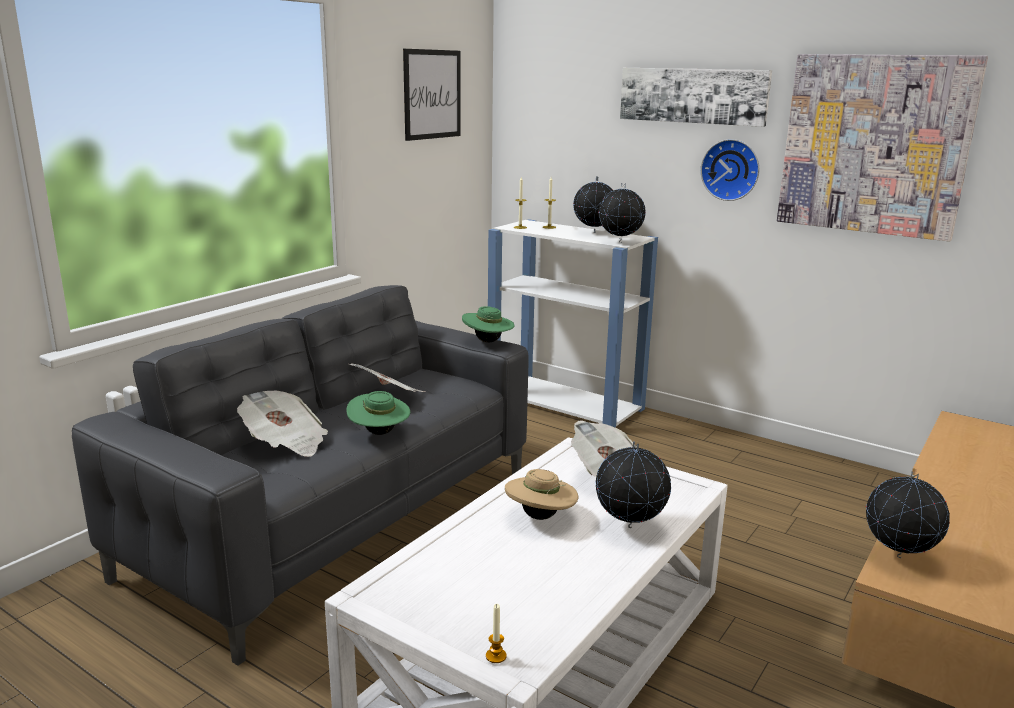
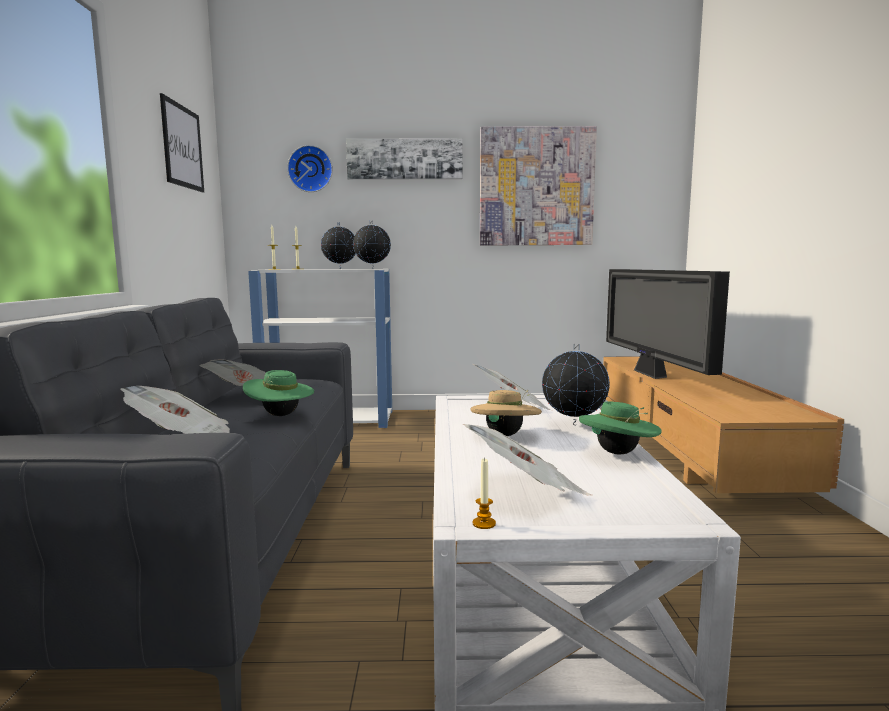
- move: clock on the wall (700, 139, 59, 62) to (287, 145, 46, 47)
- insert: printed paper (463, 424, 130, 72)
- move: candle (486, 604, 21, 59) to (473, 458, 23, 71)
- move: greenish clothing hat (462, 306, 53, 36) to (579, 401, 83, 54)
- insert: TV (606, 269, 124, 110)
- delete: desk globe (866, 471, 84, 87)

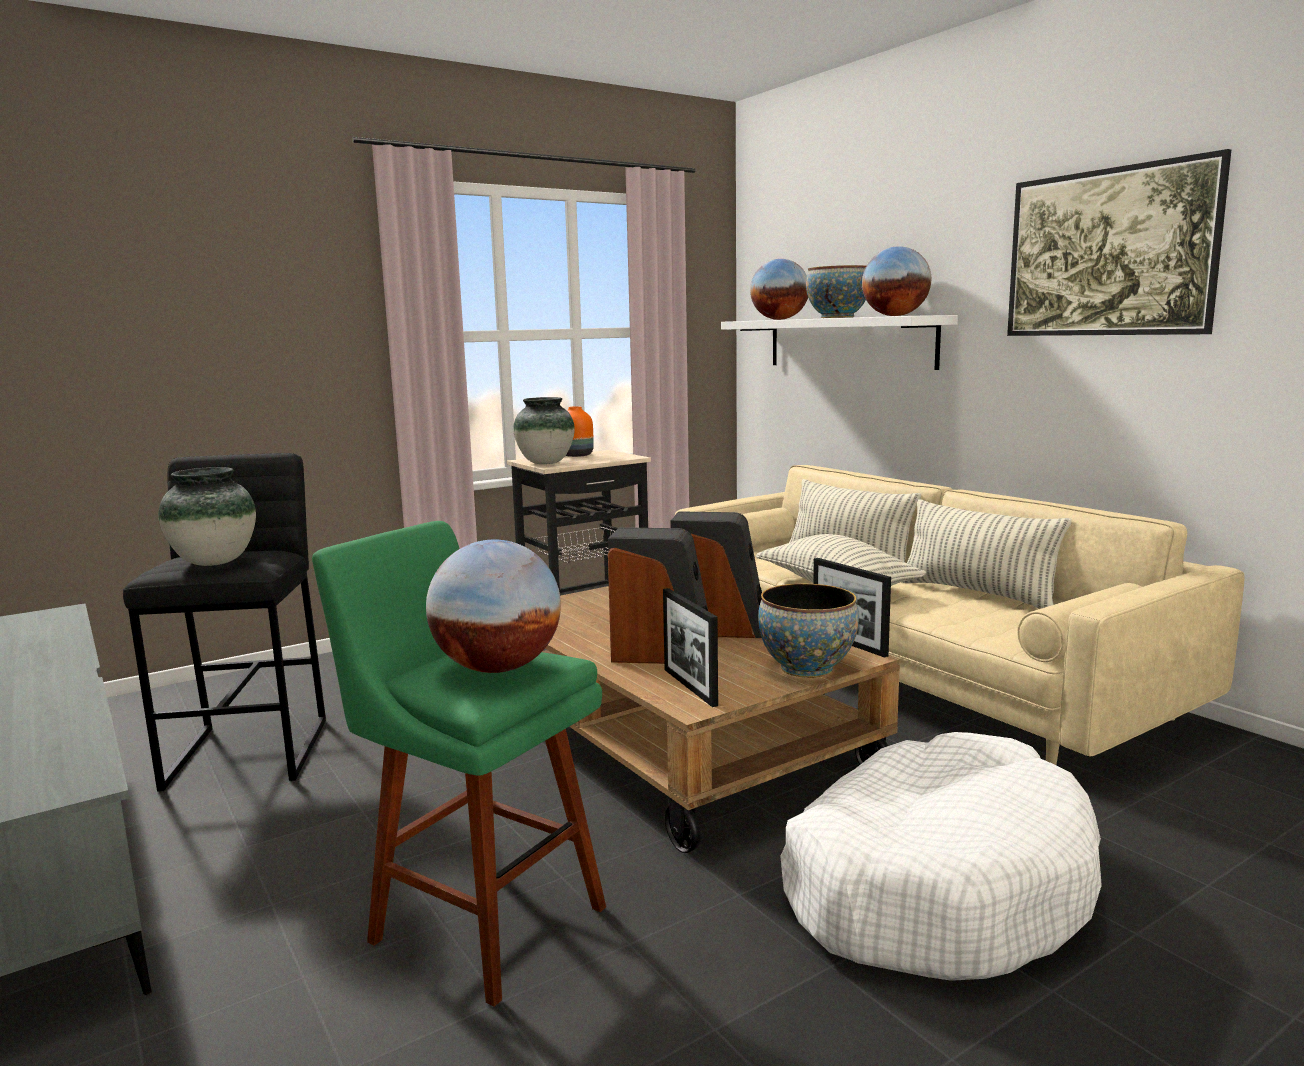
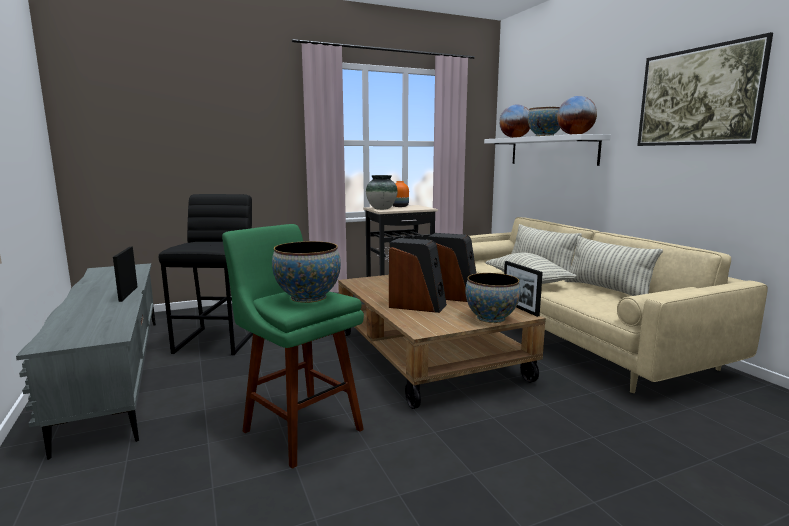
- move: photo frame (663, 588, 55, 119) to (113, 247, 24, 55)
- replace: desk globe (426, 540, 135, 133) to serving bowl (272, 241, 69, 62)
- delete: vase (158, 467, 98, 99)
- delete: white-coloured dog cushion (780, 732, 322, 249)

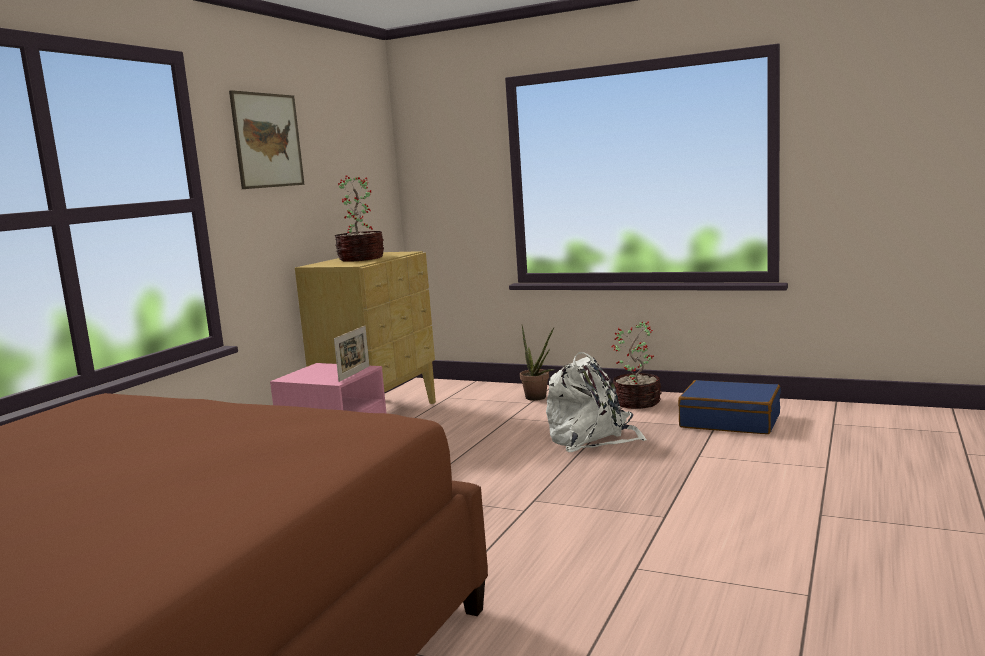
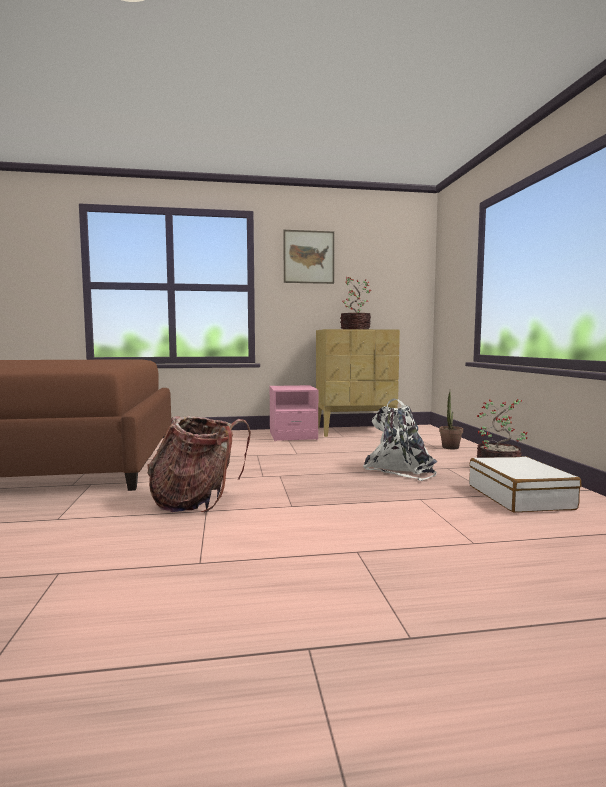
- insert: rucksack (147, 416, 104, 96)
- recolor: blue suitcase (678, 380, 103, 54) to white-coloured suitcase (469, 456, 112, 56)
- delete: photo frame (334, 326, 36, 56)

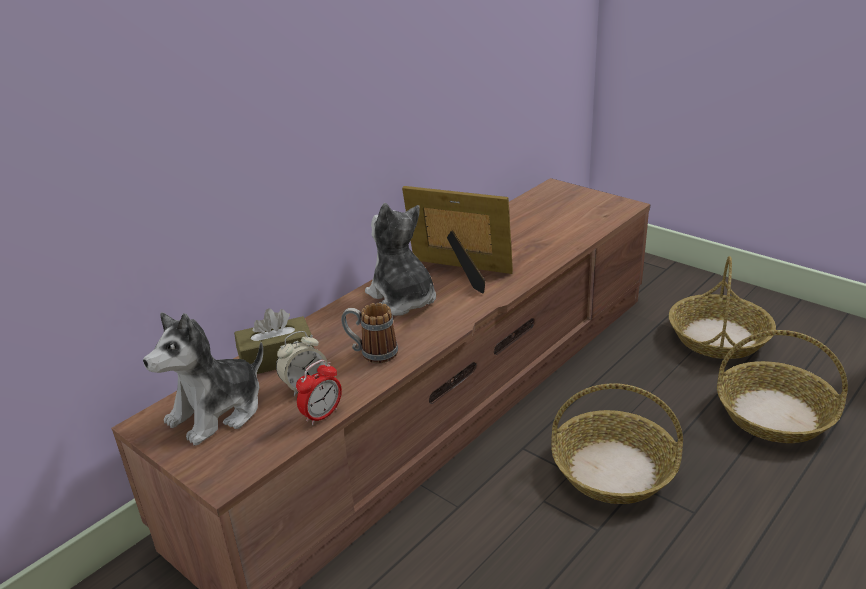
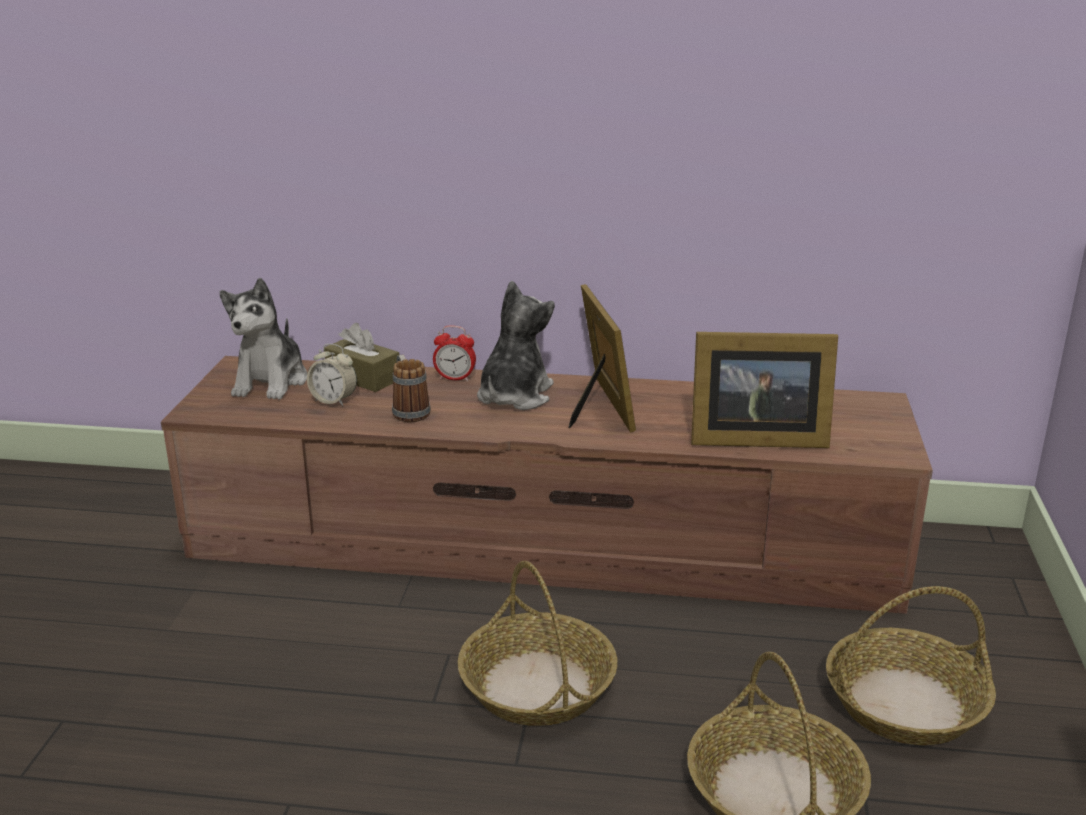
- rotate: cuddly toy (143, 312, 120, 133) = (220, 278, 87, 122) 90 degrees counterclockwise
- move: alarm clock (296, 360, 46, 65) to (433, 326, 43, 55)
- insert: photo frame (691, 332, 147, 116)

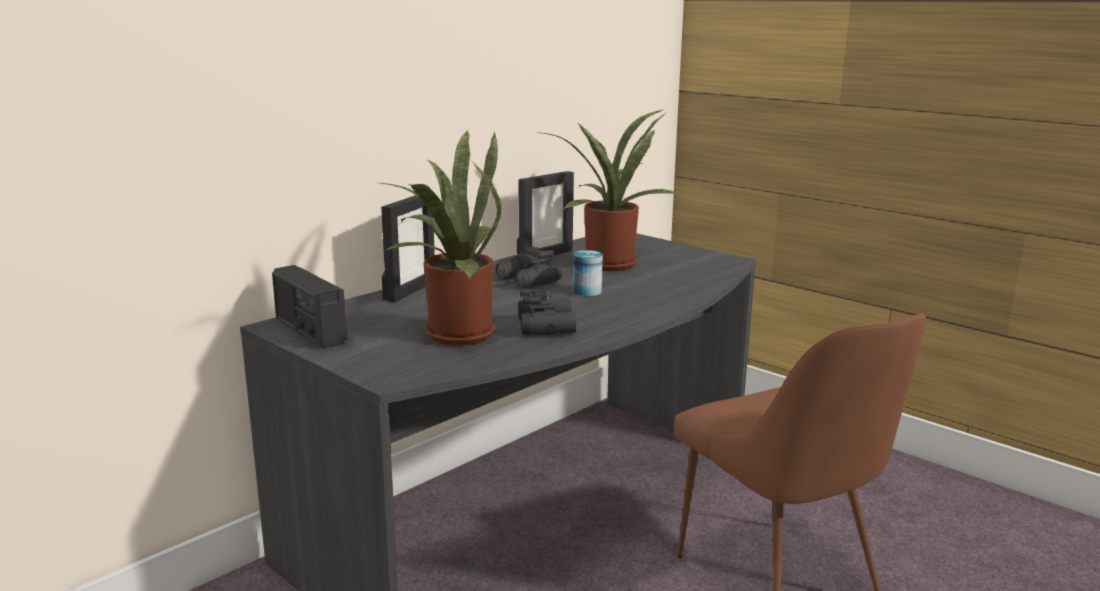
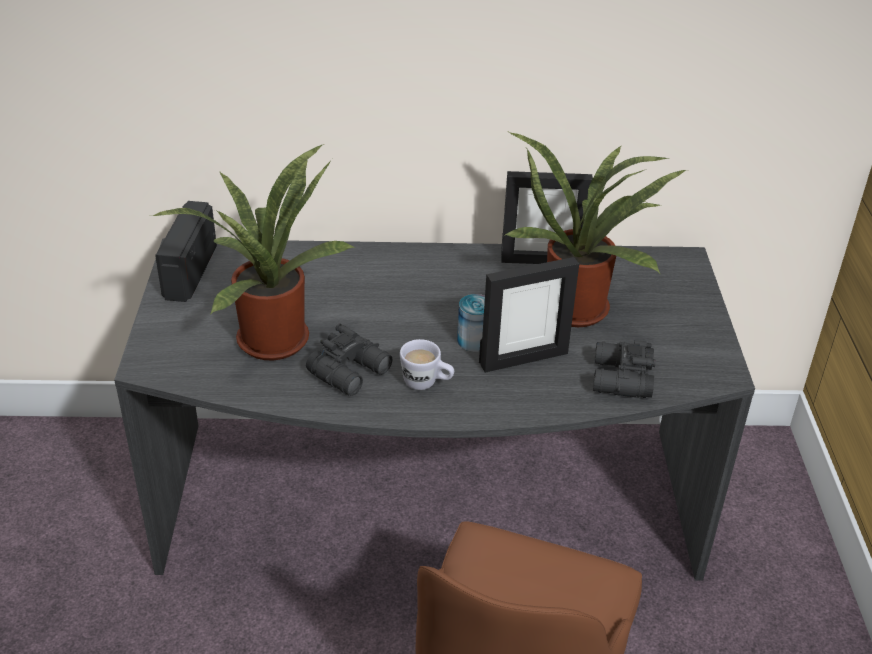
- insert: white-coloured tea mug (400, 339, 54, 51)
- move: photo frame (381, 195, 54, 107) to (479, 257, 100, 116)
- move: black field glasses (496, 247, 66, 41) to (593, 340, 63, 58)

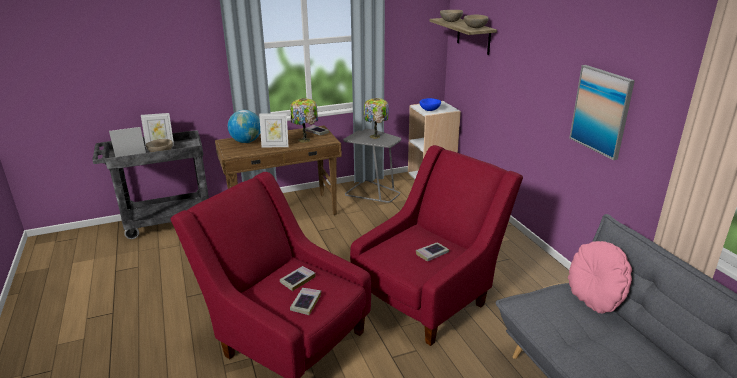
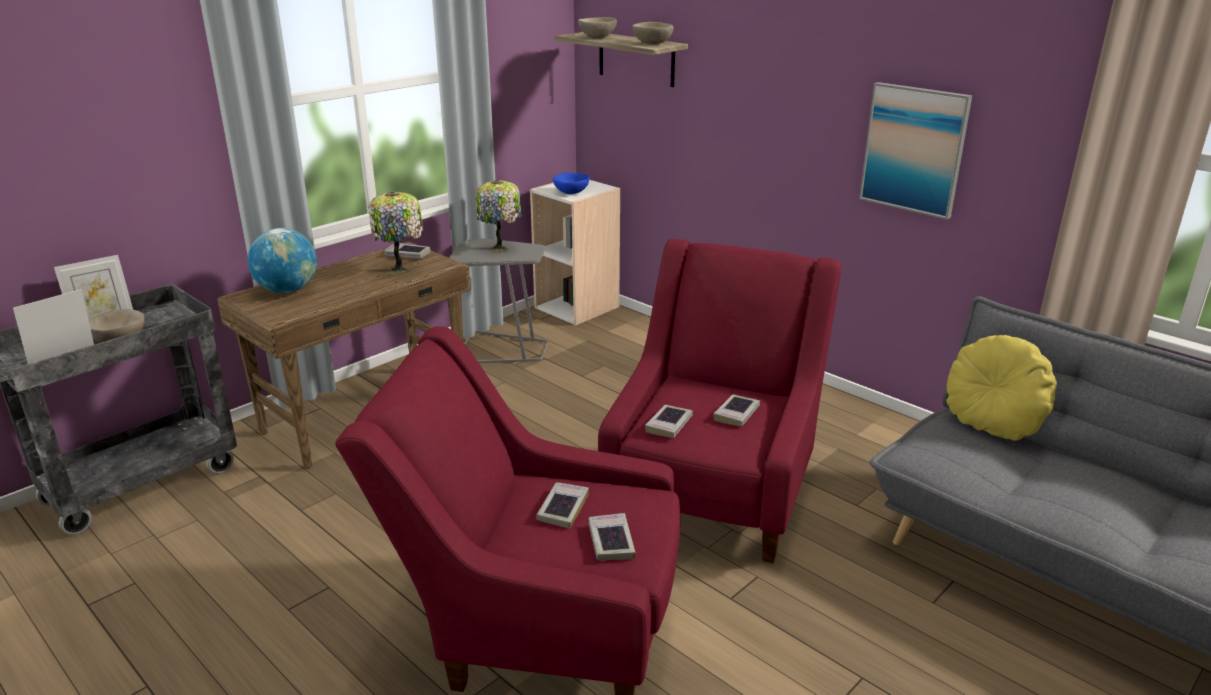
- insert: book (645, 405, 48, 33)
- recolor: pinkish cushion (568, 241, 64, 73) to yellow cushion (946, 335, 111, 106)
- delete: photo frame (259, 113, 30, 34)

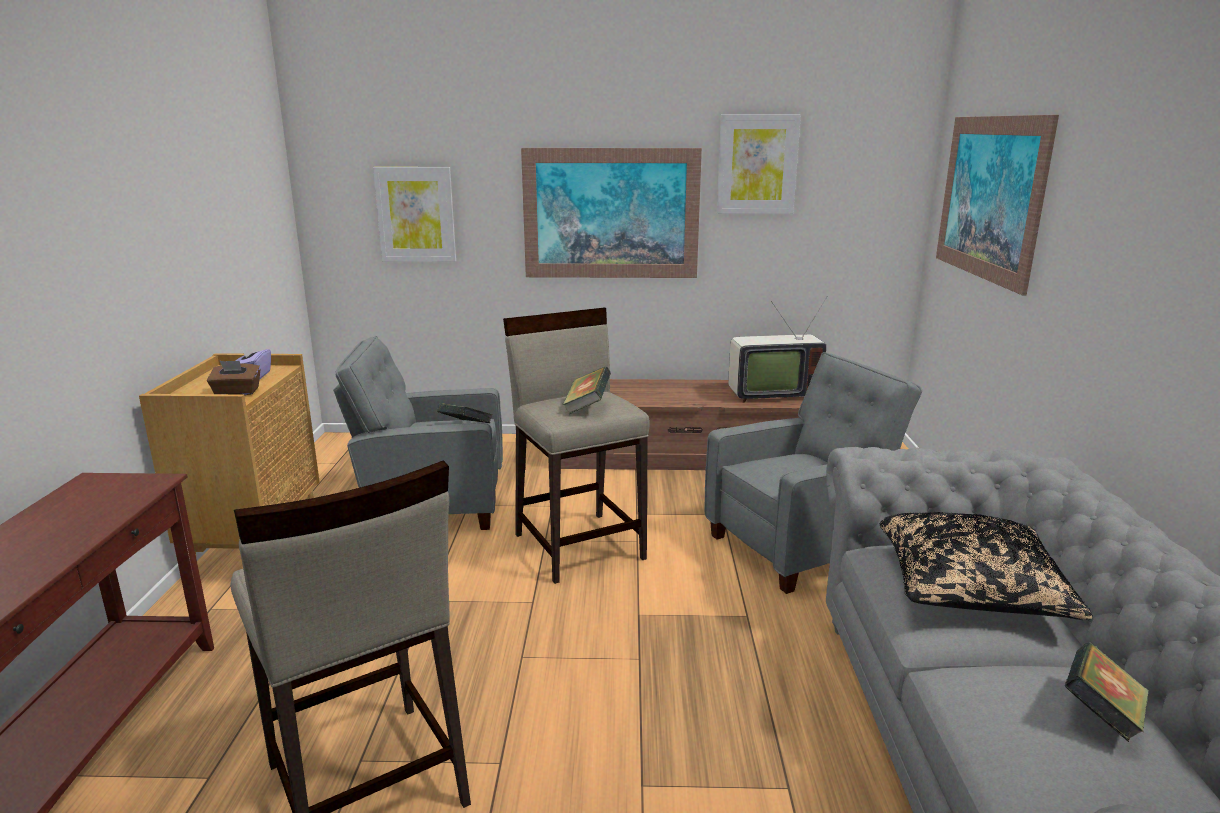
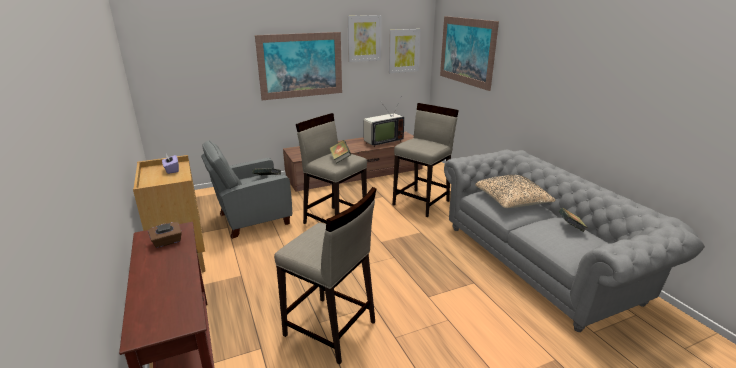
- move: brownish tissue box (207, 361, 54, 34) to (148, 222, 34, 26)
- move: picture (373, 167, 83, 95) to (389, 29, 32, 44)
- replace: greyish easy chair (705, 352, 217, 242) to sand-coloured stool (393, 103, 66, 114)
- recolor: black cushion (880, 512, 213, 108) to sand-coloured cushion (475, 175, 80, 33)

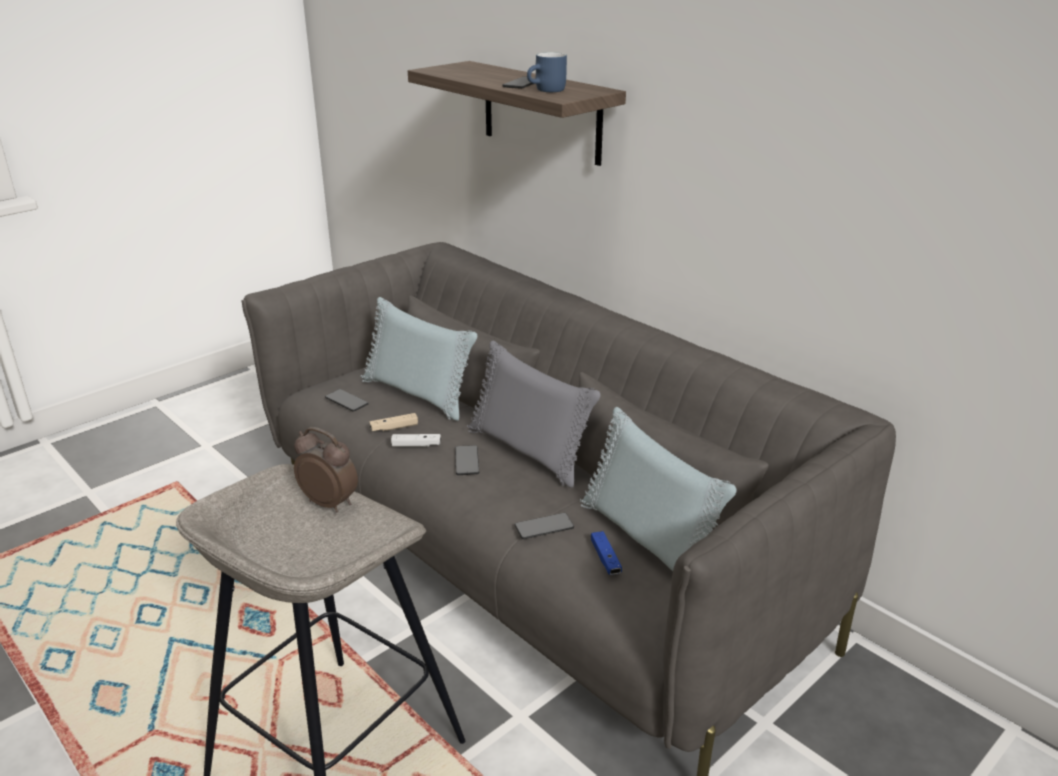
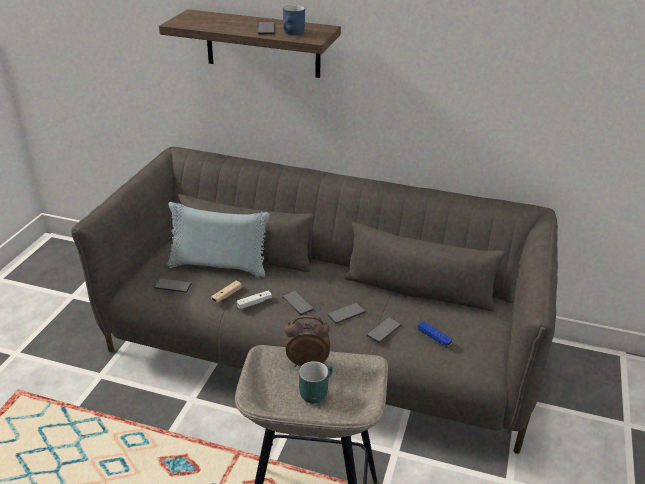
- insert: turquoise-coloured tea mug (299, 361, 34, 43)
- insert: telephone (328, 303, 37, 21)
- delete: greyish cushion (467, 341, 134, 147)
- delete: blue cushion (580, 407, 156, 164)

